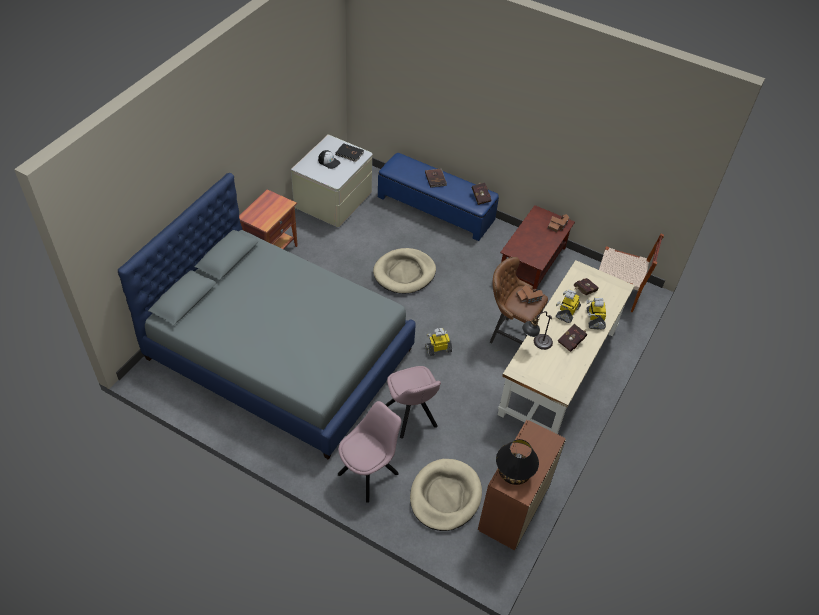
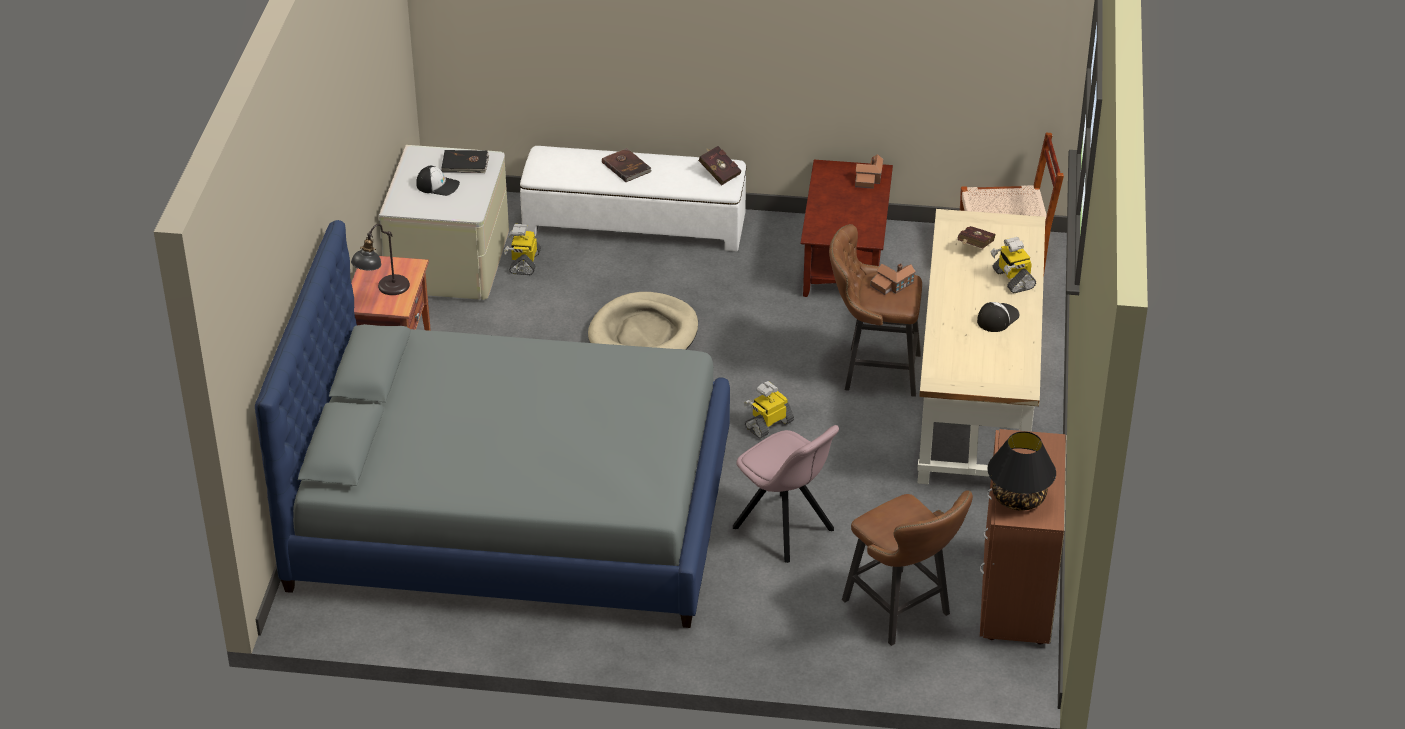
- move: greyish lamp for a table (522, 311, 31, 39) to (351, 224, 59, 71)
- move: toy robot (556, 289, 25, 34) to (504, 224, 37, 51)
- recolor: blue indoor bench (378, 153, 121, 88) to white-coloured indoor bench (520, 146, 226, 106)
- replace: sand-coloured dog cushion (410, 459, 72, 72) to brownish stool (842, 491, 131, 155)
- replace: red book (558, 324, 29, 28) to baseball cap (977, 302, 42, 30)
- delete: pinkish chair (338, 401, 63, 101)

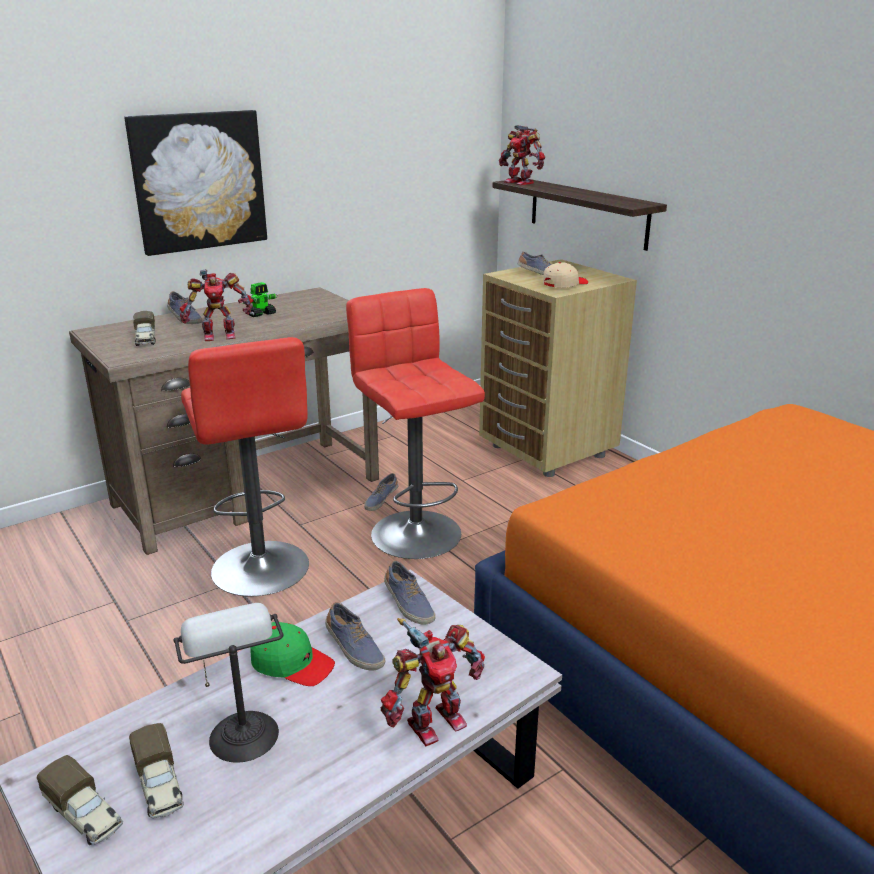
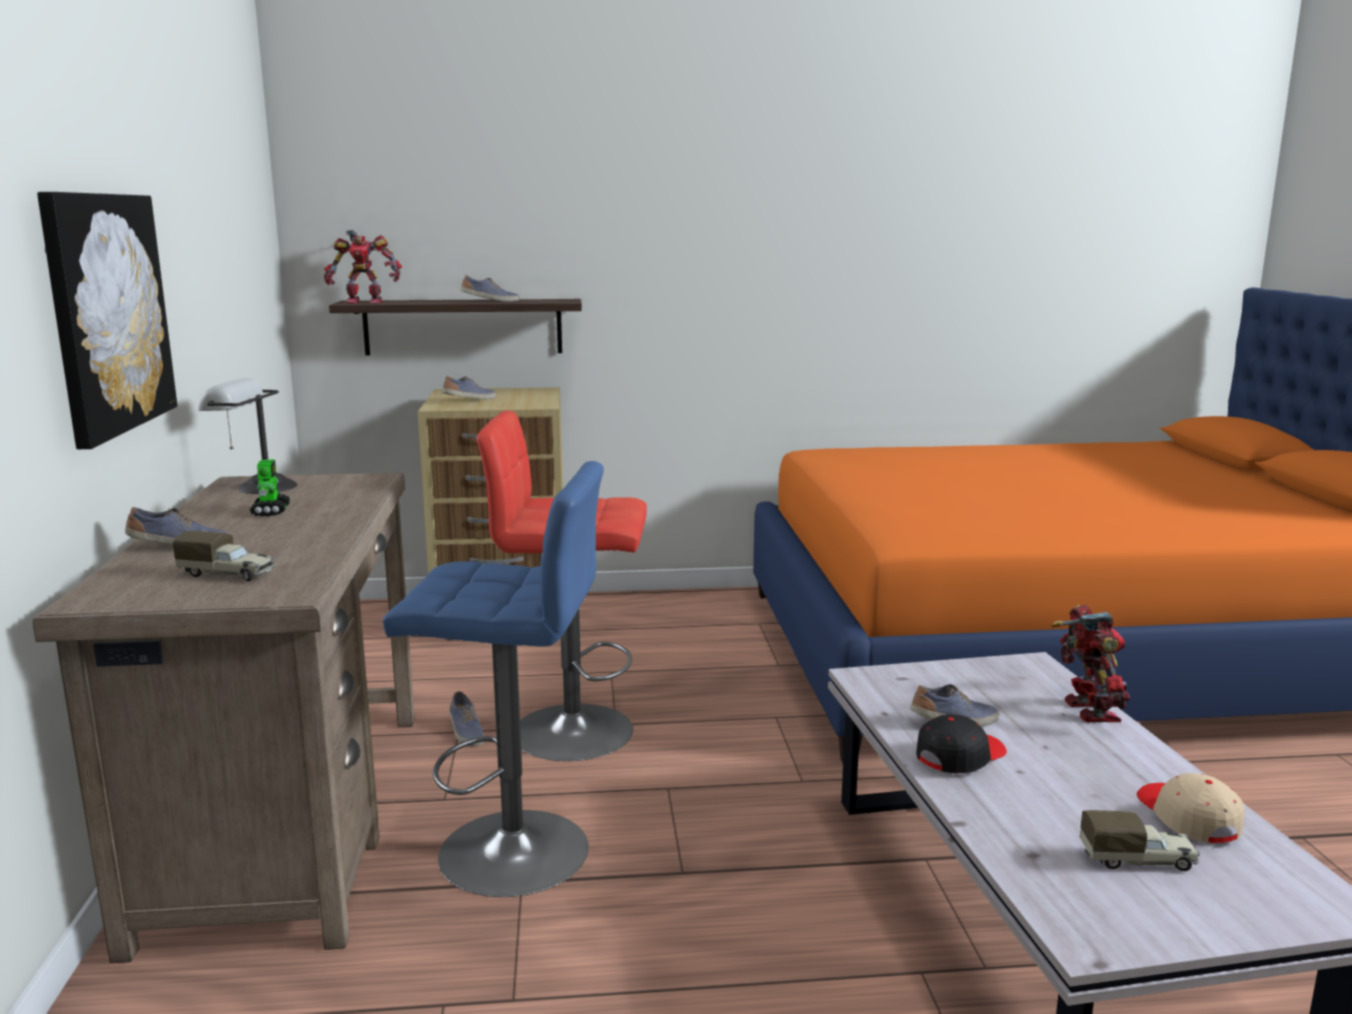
- move: lamp for a table (173, 603, 111, 159) to (198, 378, 100, 116)
- recolor: red stool (181, 337, 128, 259) to blue stool (383, 461, 221, 436)
- move: item of footwear (384, 560, 52, 65) to (461, 275, 59, 26)
- recolor: greenish baseball cap (250, 622, 85, 64) to black baseball cap (916, 714, 91, 59)
- move: sand-coloured baseball cap (543, 262, 45, 26) to (1137, 773, 108, 70)
- delete: toy truck (37, 755, 86, 90)
- delete: toy robot (180, 269, 73, 72)

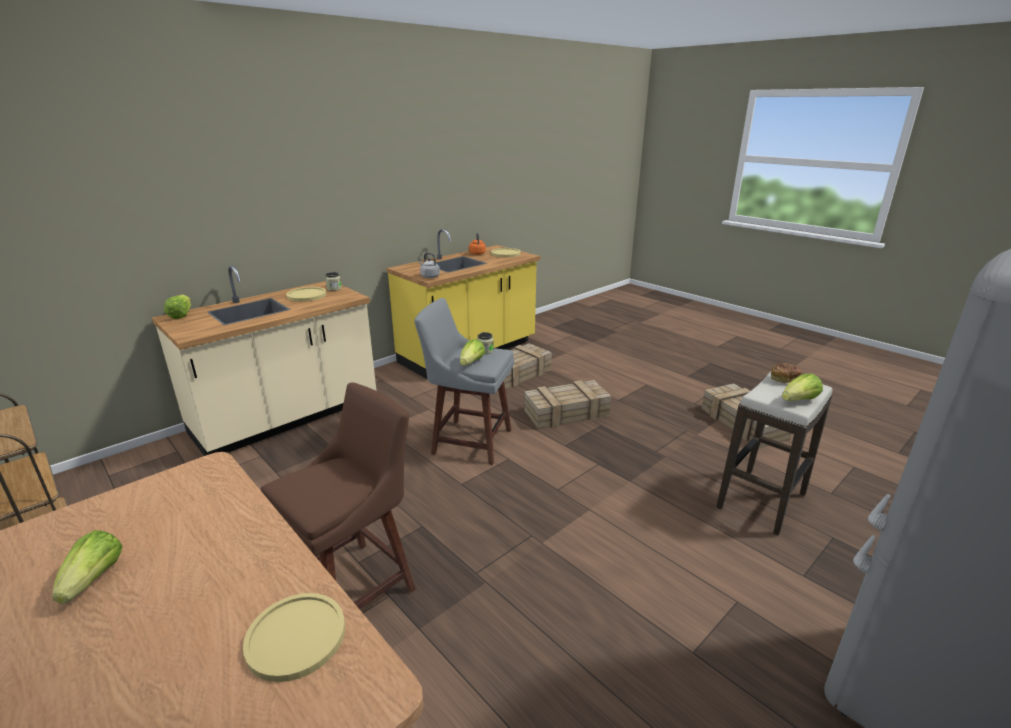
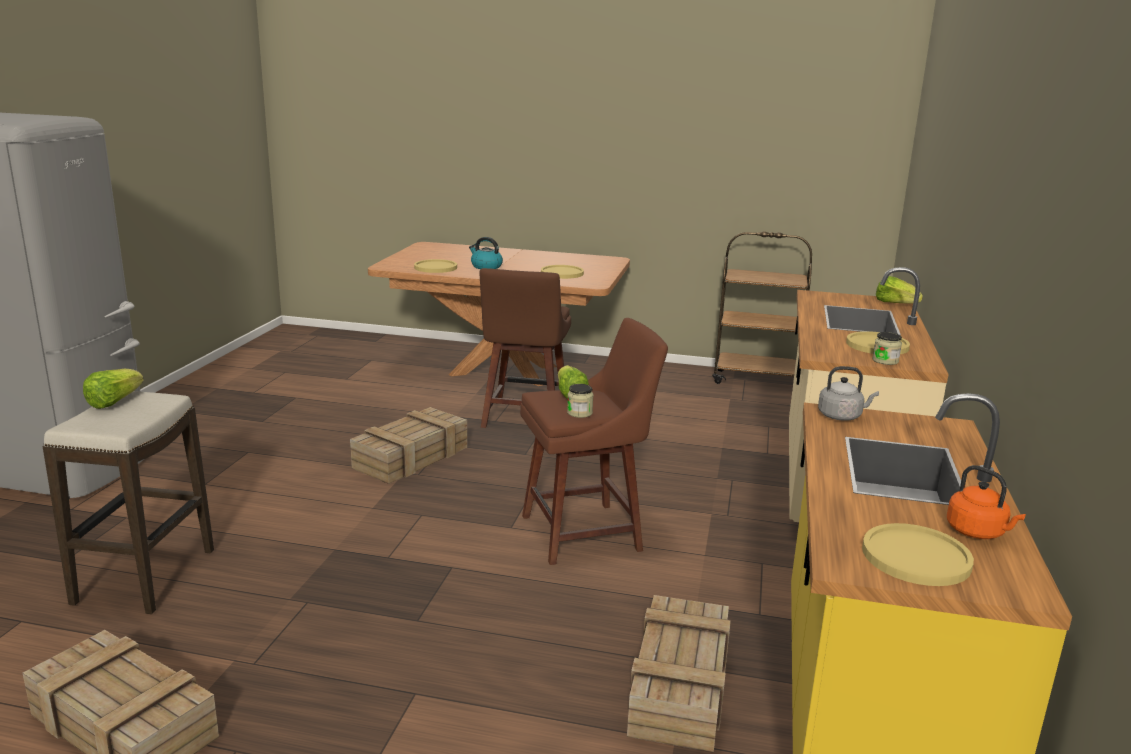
- move: crate (524, 380, 88, 49) to (350, 407, 117, 77)
- insert: water kettle (469, 237, 34, 32)
- recolor: greyish stool (414, 298, 100, 167) to brownish stool (520, 318, 148, 247)
- insert: yellow plate (541, 265, 43, 14)
- delete: lettuce head (52, 530, 71, 74)
- delete: baked bread (771, 363, 30, 20)

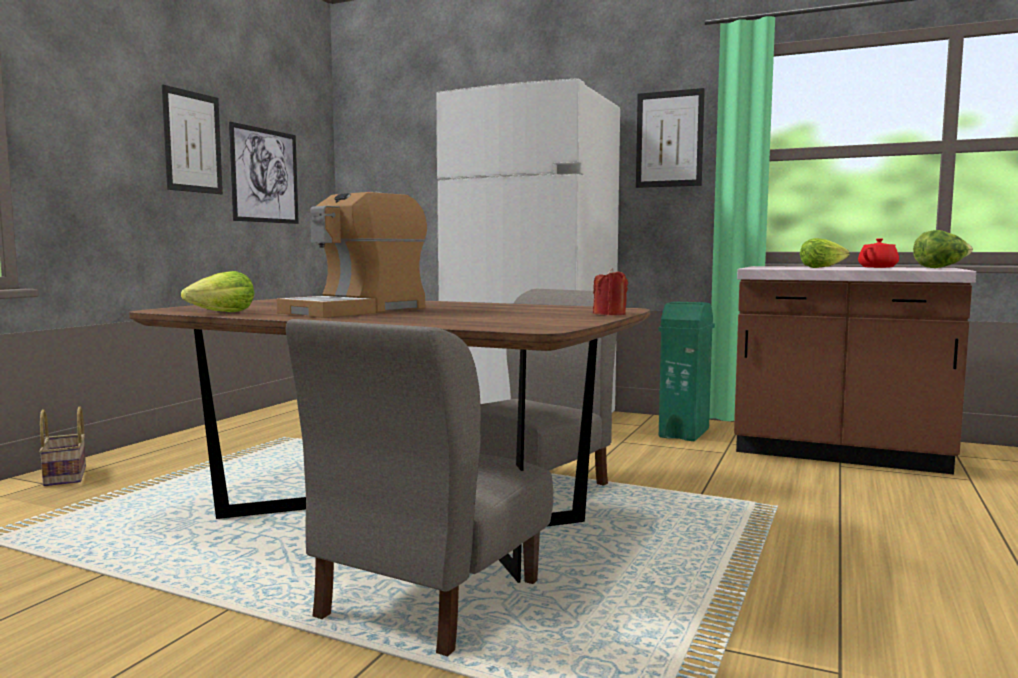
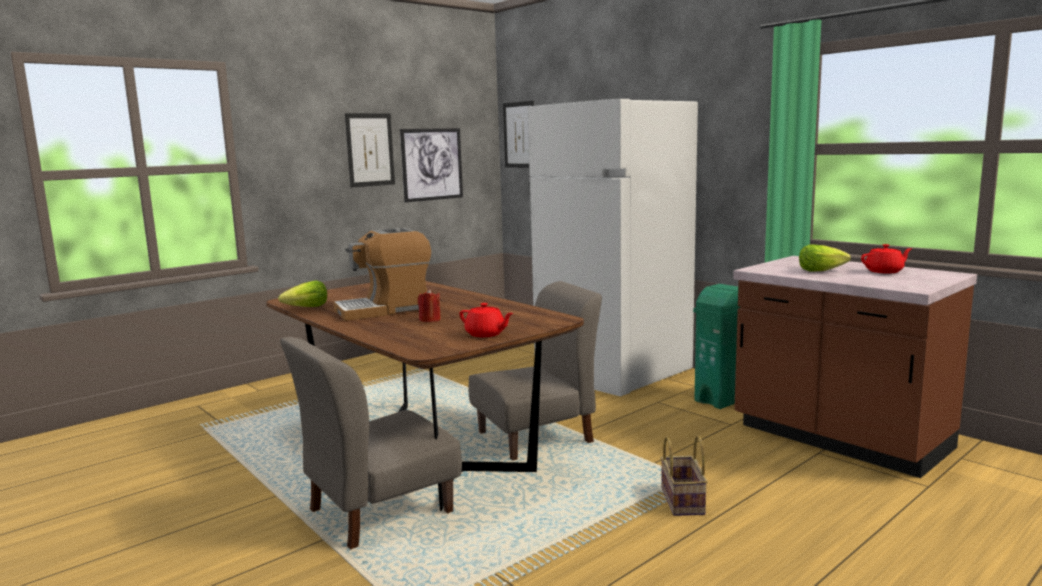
- move: red candle (593, 268, 35, 47) to (418, 289, 23, 33)
- insert: red pot for tea (460, 303, 54, 34)
- move: picture (636, 88, 69, 100) to (503, 101, 31, 67)
- move: storage basket (39, 406, 47, 80) to (661, 435, 47, 81)
- delete: lettuce head (913, 230, 60, 38)

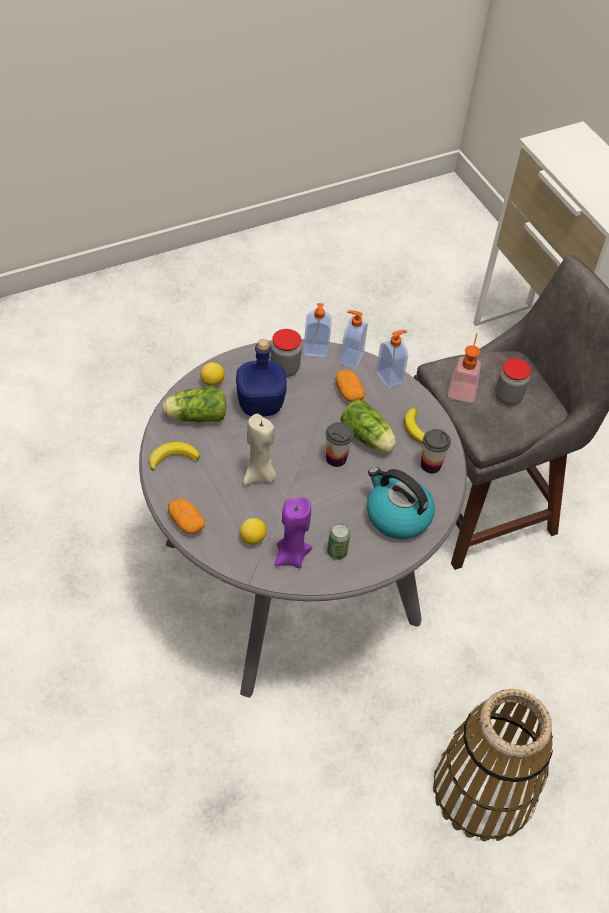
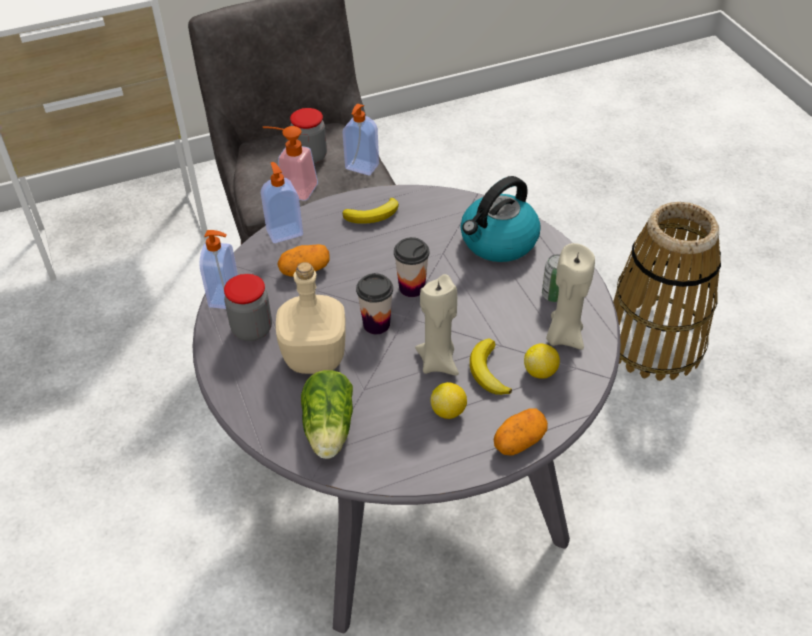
- recolor: blue bottle (236, 339, 51, 78) to sand-coloured bottle (276, 262, 70, 112)
- move: soap bottle (340, 310, 28, 59) to (342, 104, 37, 72)
- move: small cup (421, 429, 30, 44) to (356, 273, 37, 61)
- move: lemon (200, 362, 24, 24) to (430, 382, 37, 37)
- move: banana fruit (149, 442, 51, 29) to (470, 338, 42, 57)
- recolor: purplish candle (274, 497, 38, 72) to sand-coloured candle (546, 243, 49, 107)
- delete: lettuce head (340, 400, 56, 52)

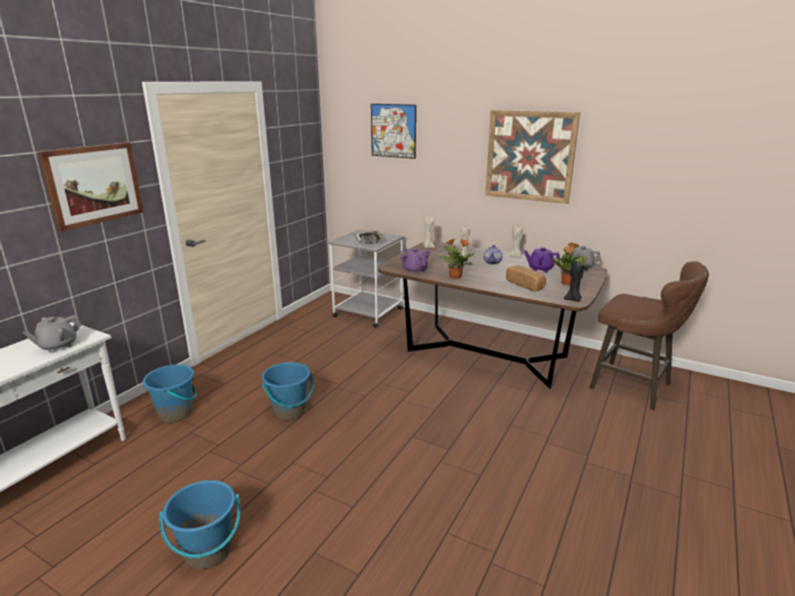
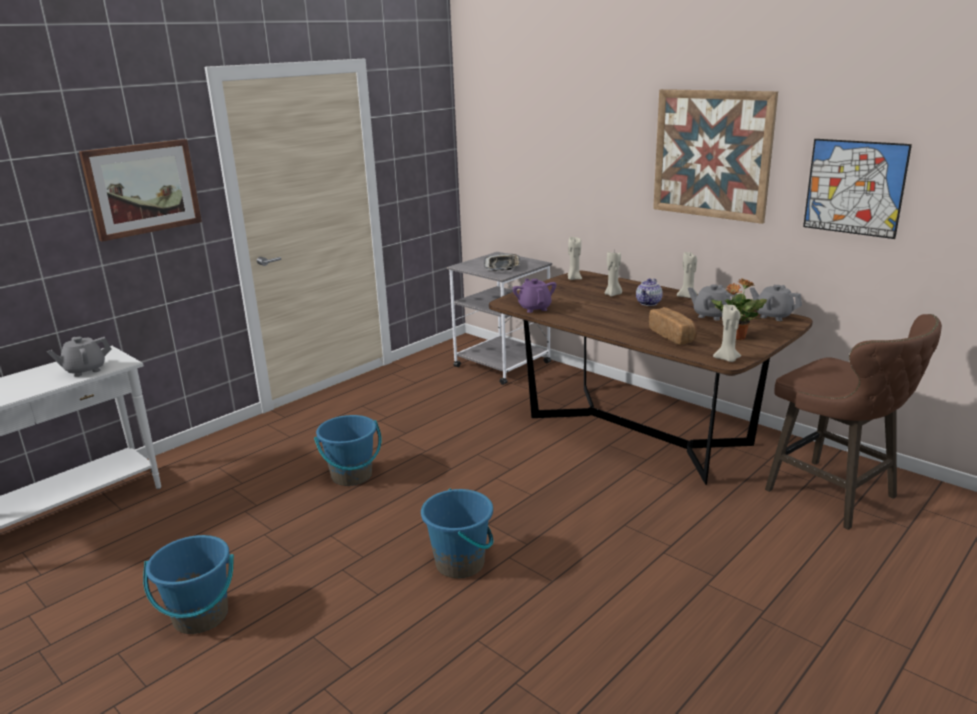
- move: blue pail (143, 365, 54, 58) to (421, 489, 72, 89)
- recolor: purplish pot for tea (524, 247, 36, 26) to greyish pot for tea (688, 284, 49, 37)
- recolor: black candle (564, 261, 20, 41) to sand-coloured candle (713, 304, 28, 58)
- move: picture (371, 104, 45, 55) to (803, 139, 109, 100)
- delete: houseplant (439, 238, 36, 41)

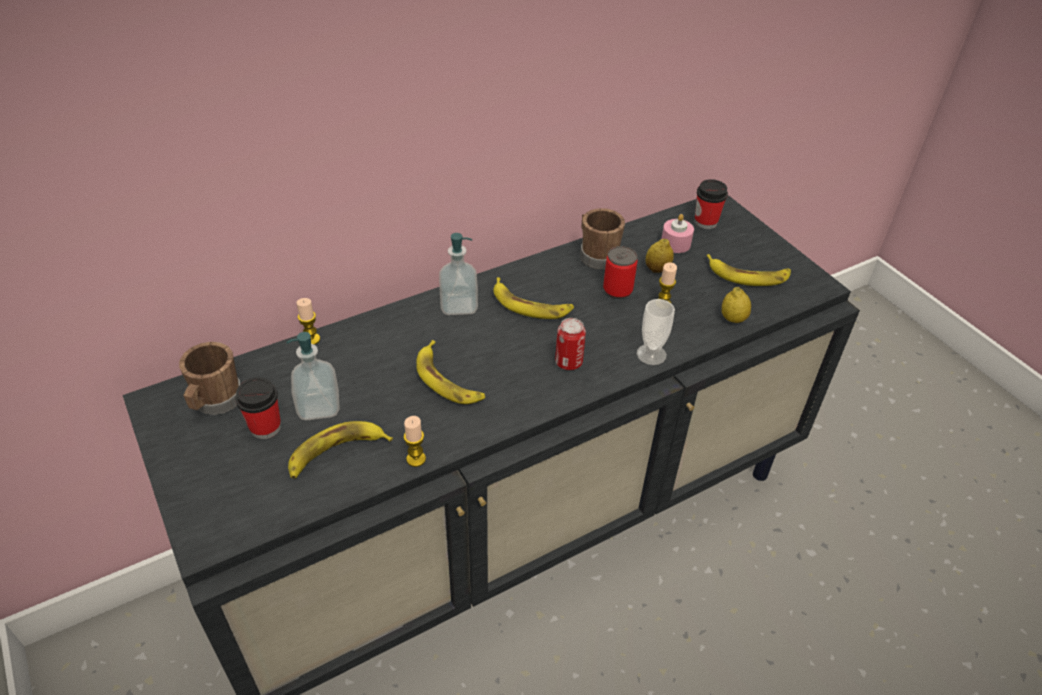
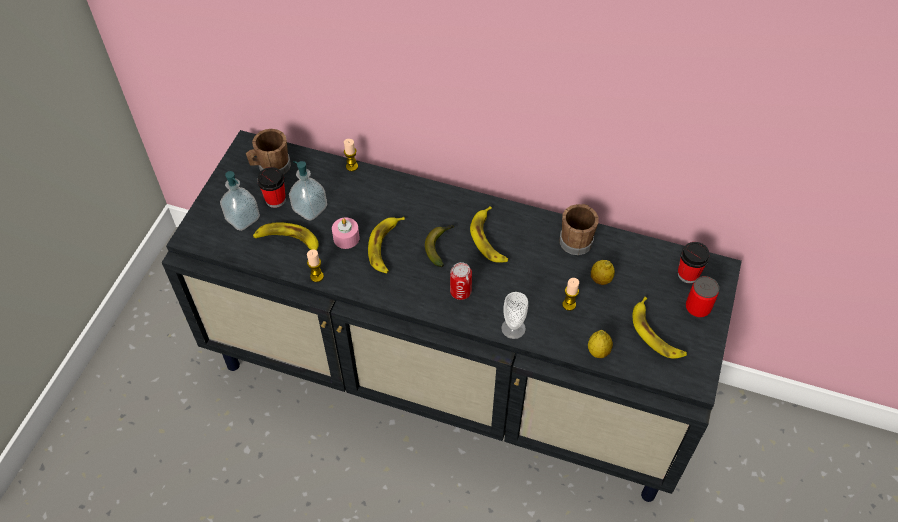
- move: soap bottle (439, 233, 39, 82) to (220, 171, 40, 60)
- move: pinkish candle (661, 214, 33, 39) to (332, 217, 28, 32)
- insert: banana fruit (425, 225, 29, 42)
- move: sealed can (603, 246, 35, 53) to (686, 276, 33, 42)

